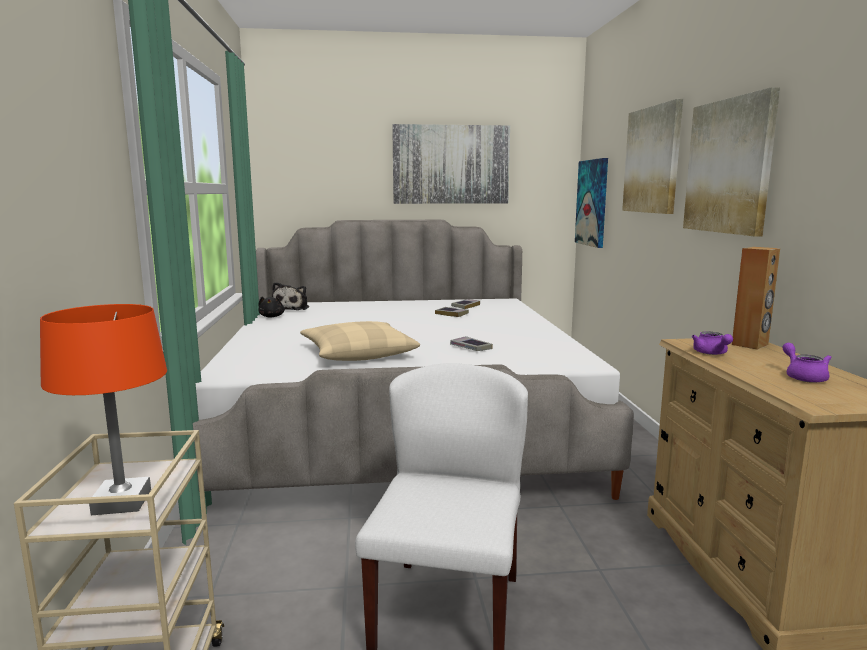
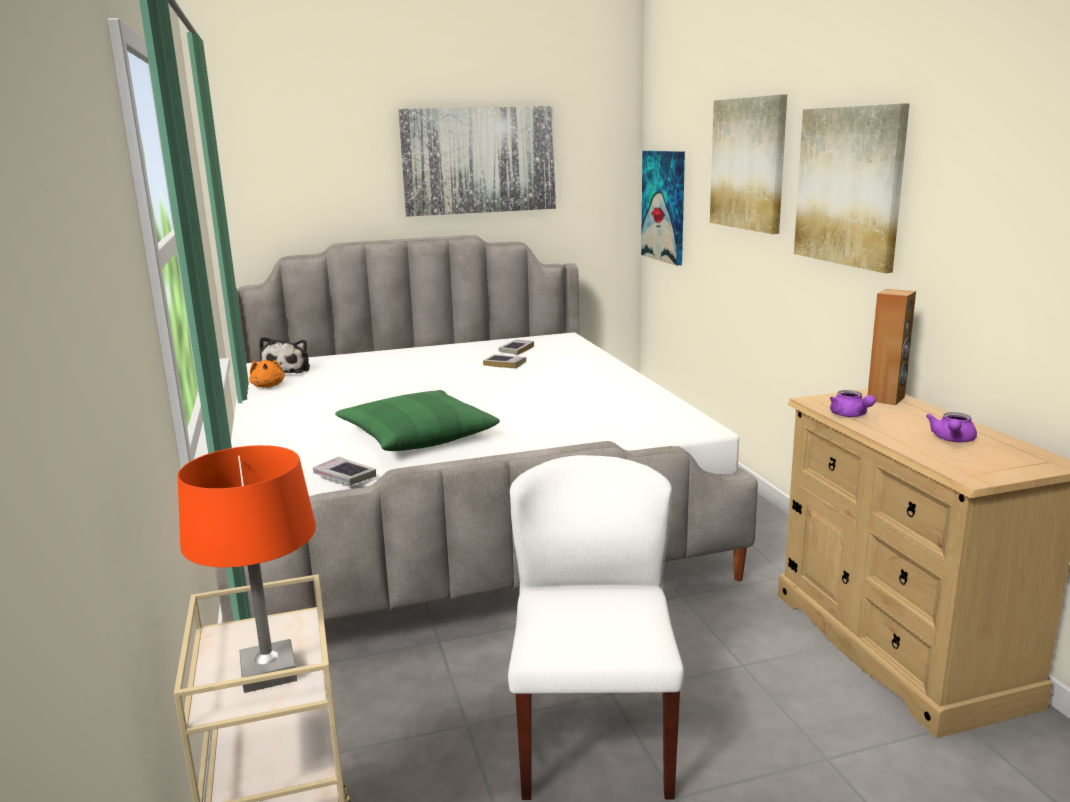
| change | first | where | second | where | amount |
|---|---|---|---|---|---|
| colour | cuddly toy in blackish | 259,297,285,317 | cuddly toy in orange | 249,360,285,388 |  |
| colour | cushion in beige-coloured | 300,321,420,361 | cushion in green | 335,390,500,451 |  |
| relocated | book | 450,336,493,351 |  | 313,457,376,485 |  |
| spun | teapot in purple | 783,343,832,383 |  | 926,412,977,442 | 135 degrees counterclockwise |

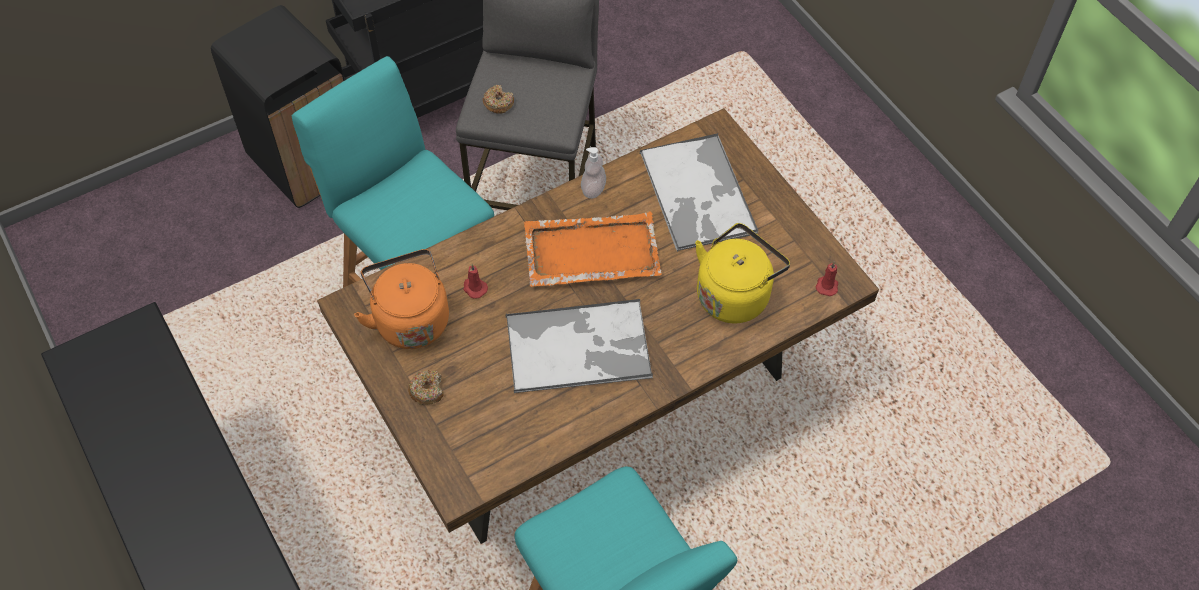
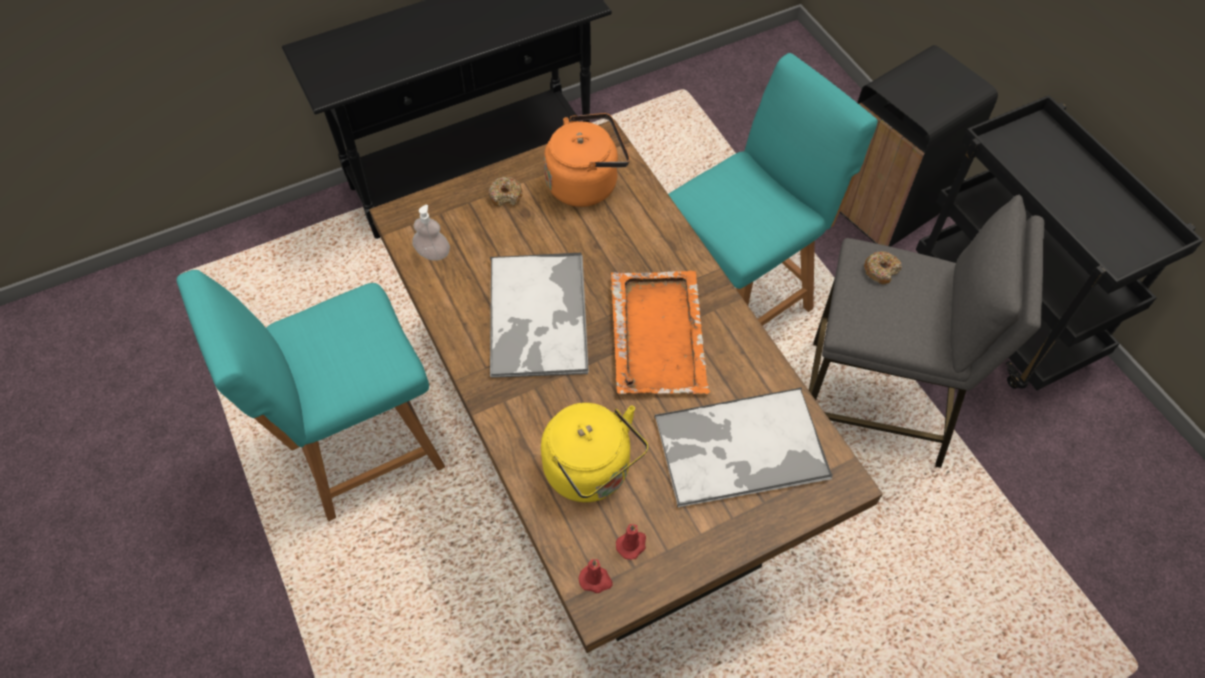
| change | first | where | second | where | amount |
|---|---|---|---|---|---|
| relocated | soap dispenser | 581,147,606,199 |  | 412,205,450,261 |  |
| relocated | wax candle in red | 463,264,488,299 |  | 616,524,646,560 |  |

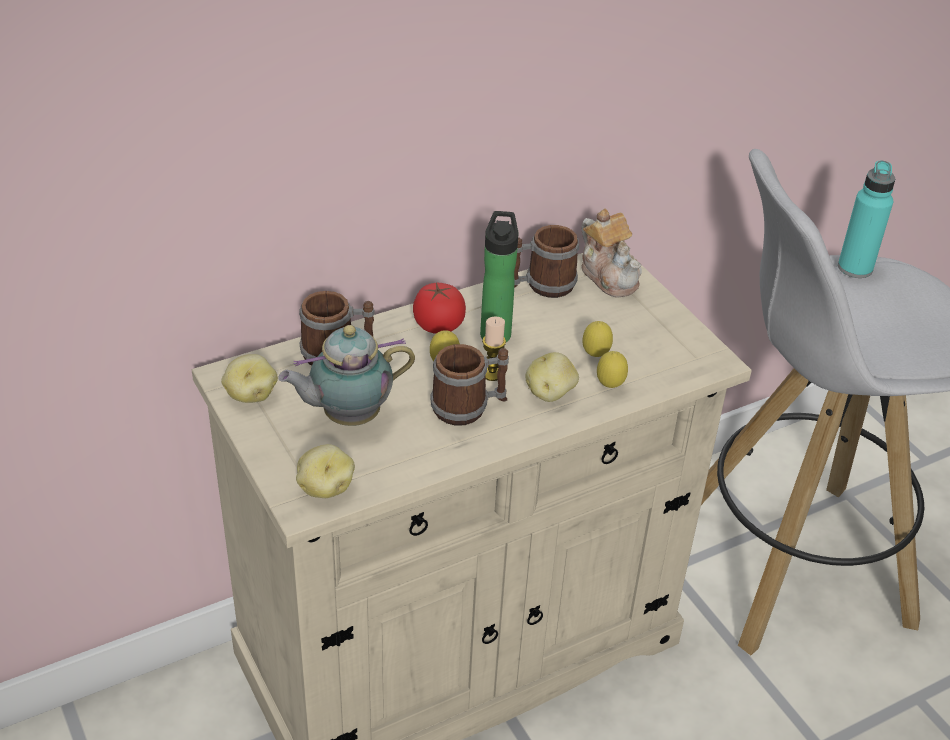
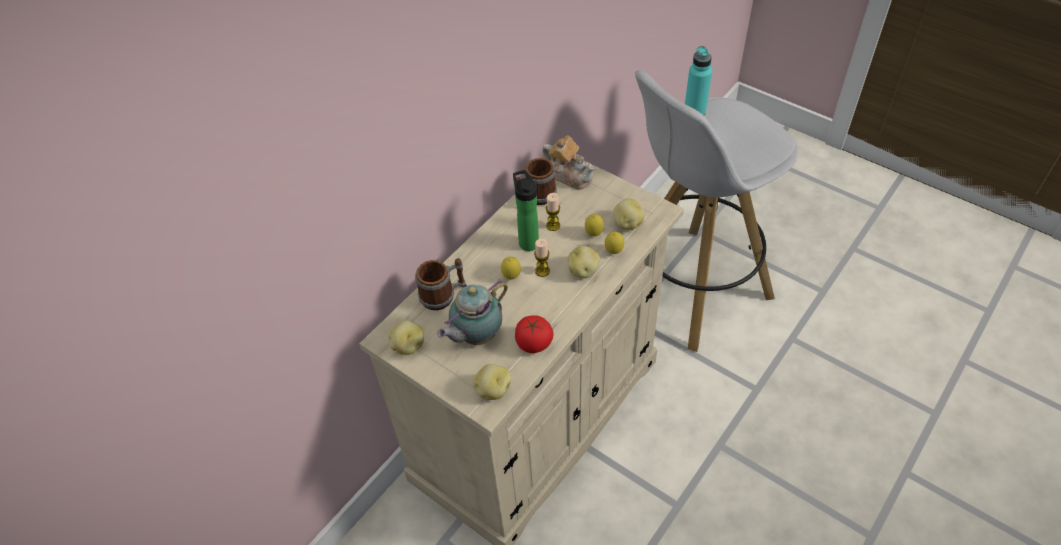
| change | first | where | second | where | amount |
|---|---|---|---|---|---|
| relocated | tomato | 413,283,466,334 |  | 515,315,554,353 |  |
| missing | mug | 431,344,509,426 |  |  |  |
| appeared |  |  | wax candle | 546,193,560,231 |  |
| appeared |  |  | spud | 613,198,645,230 |  |

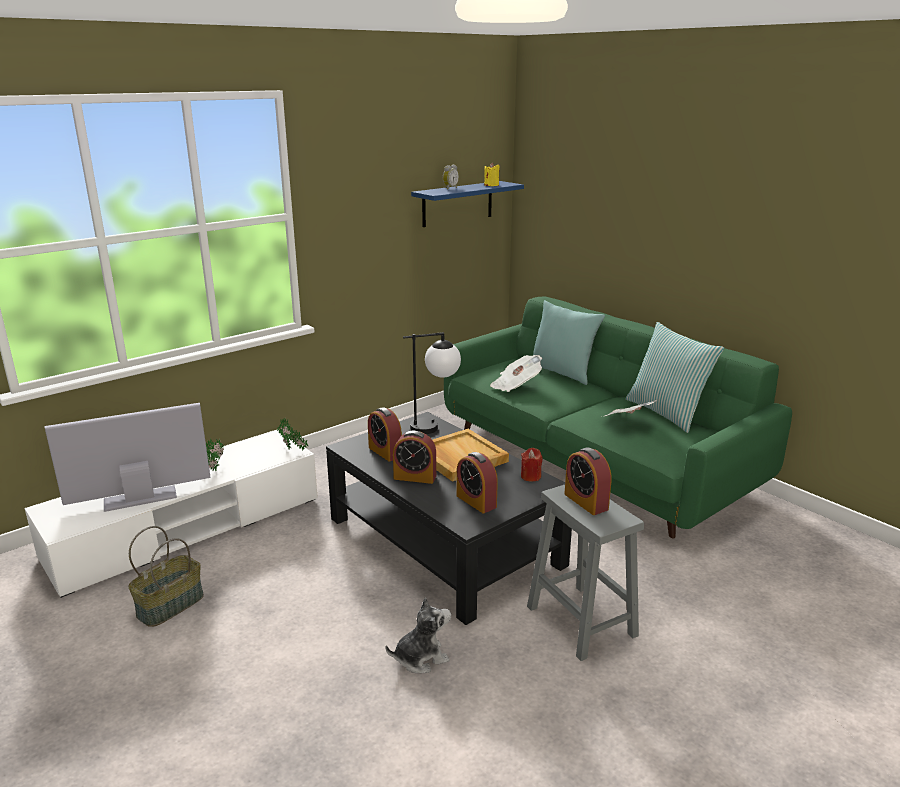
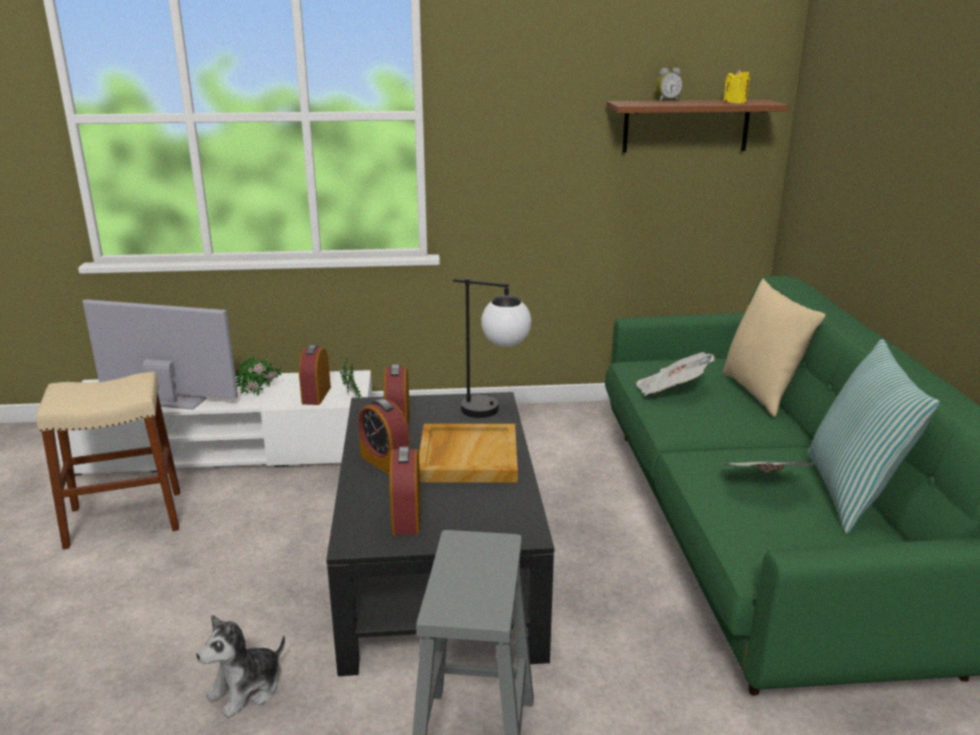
| change | first | where | second | where | amount |
|---|---|---|---|---|---|
| colour | wall shelf in blue-coloured | 411,181,524,227 | wall shelf in brown-coloured | 607,100,789,153 |  |
| colour | cushion in turquoise-coloured | 533,300,605,385 | cushion in beige-coloured | 723,279,825,417 |  |
| missing | wax candle in red | 521,448,543,481 |  |  |  |
| relocated | bedside clock | 565,448,611,515 |  | 299,345,331,405 |  |
| exchanged | basket | 128,526,204,627 | stool seat in beige-coloured | 36,372,180,550 |  |
| spun | cuddly toy | 385,597,451,673 |  | 196,615,285,718 | 120 degrees clockwise |

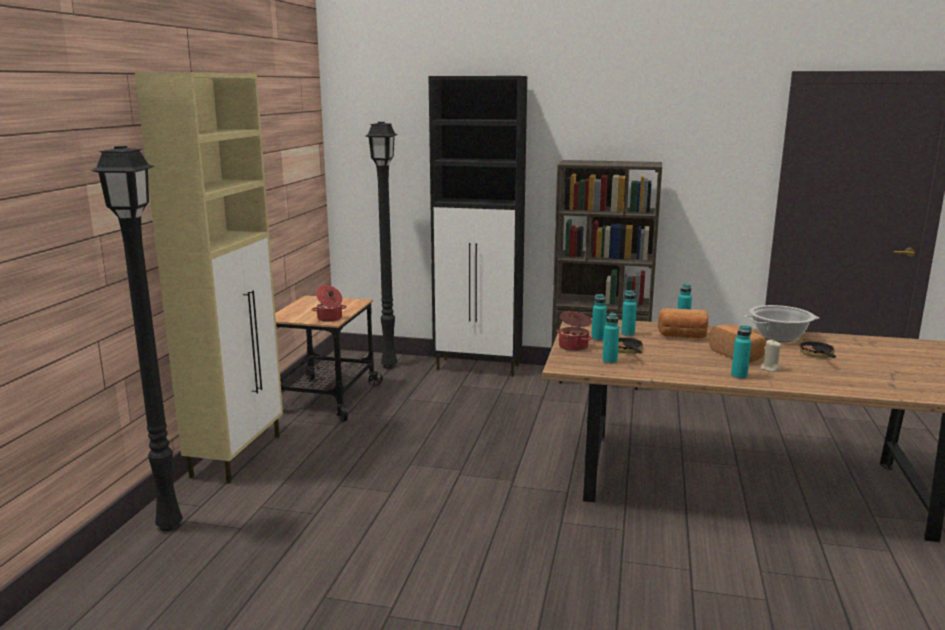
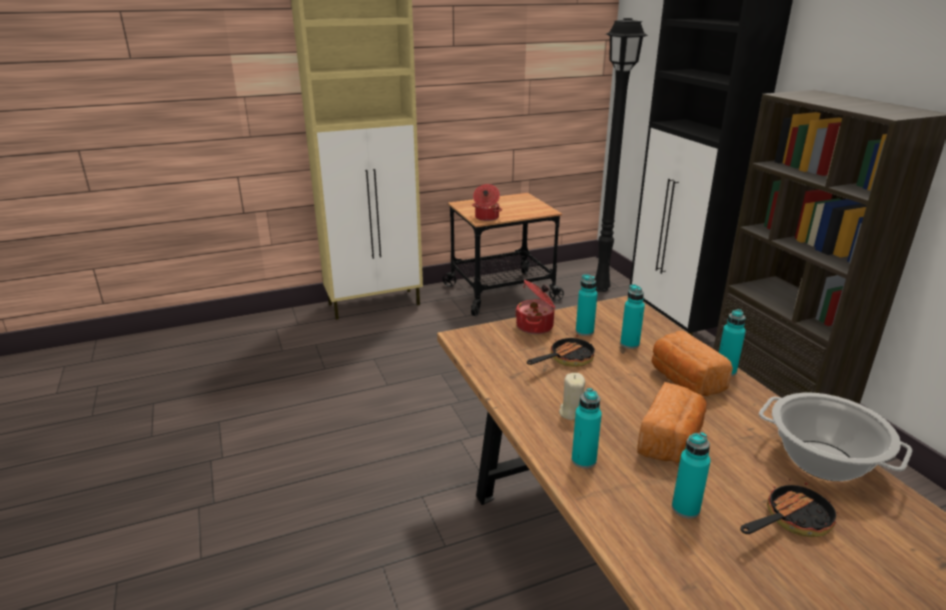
| change | first | where | second | where | amount |
|---|---|---|---|---|---|
| missing | standing lamp in blackish | 91,146,183,531 |  |  |  |
| relocated | beverage bottle in turquoise-coloured | 602,313,619,364 |  | 672,432,711,519 |  |
| relocated | wax candle in beige-coloured | 760,340,782,372 |  | 559,373,585,420 |  |

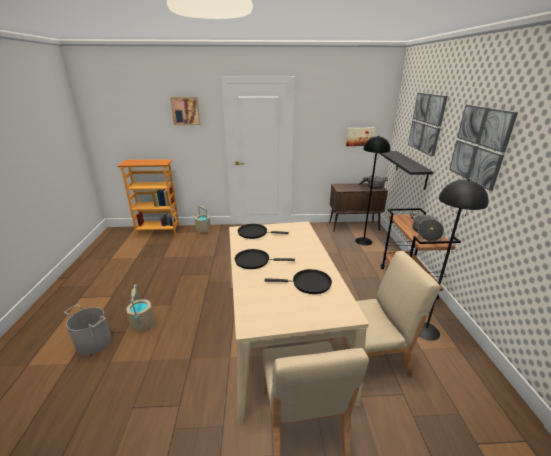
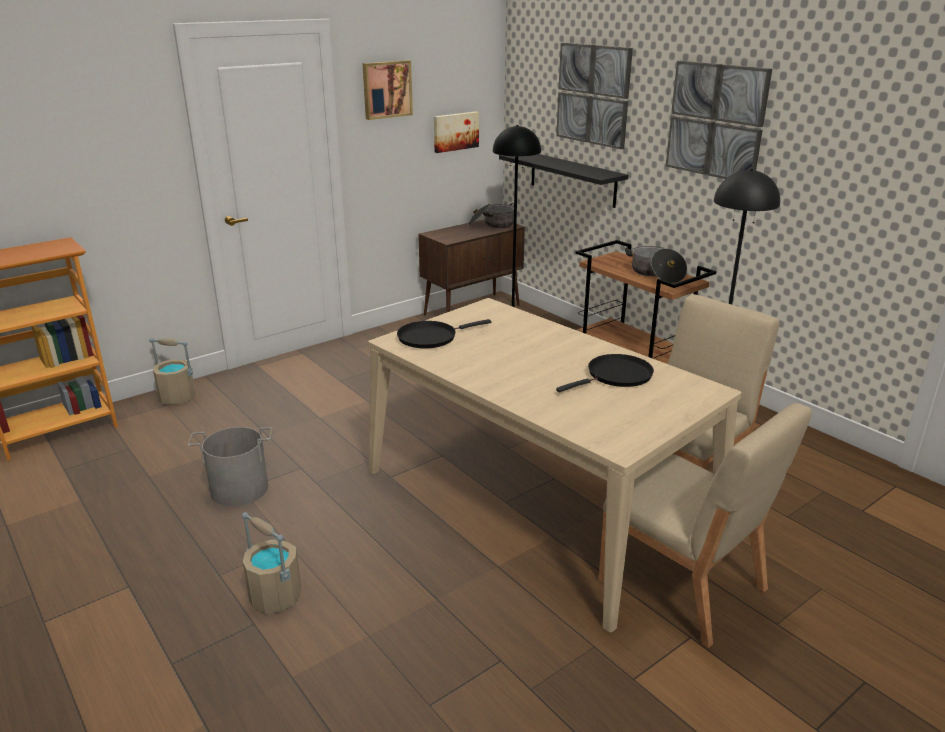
| change | first | where | second | where | amount |
|---|---|---|---|---|---|
| relocated | picture | 170,97,201,125 |  | 362,60,413,120 |  |
| missing | skillet in blackish | 235,249,295,269 |  |  |  |
| relocated | bucket in greyish | 64,305,112,356 |  | 188,427,273,506 |  |

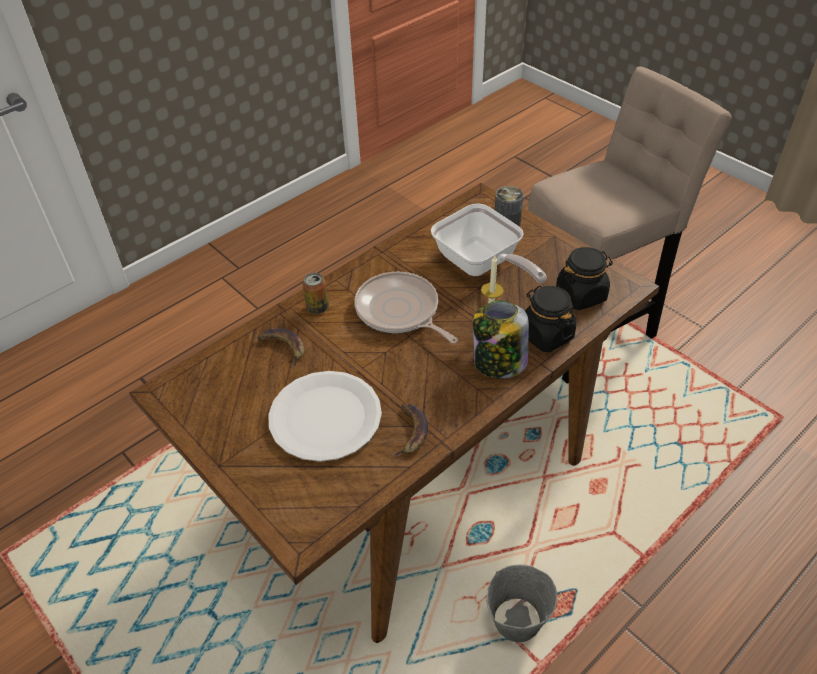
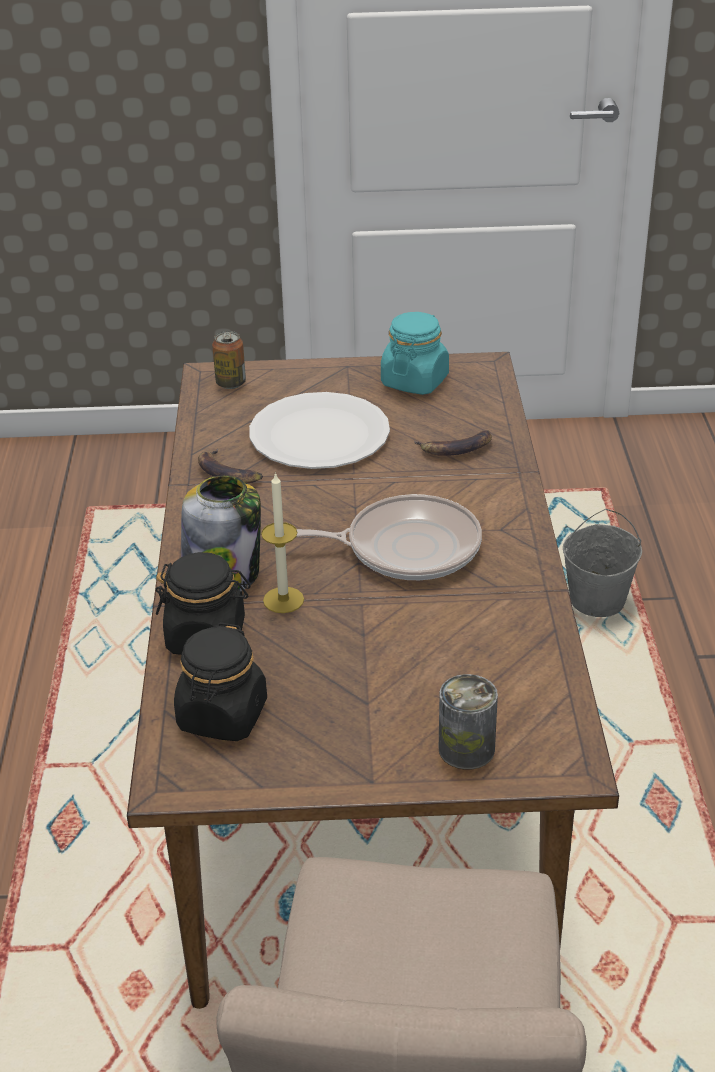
| change | first | where | second | where | amount |
|---|---|---|---|---|---|
| missing | skillet | 431,203,547,283 |  |  |  |
| relocated | can | 302,273,329,314 |  | 212,331,246,389 |  |
| relocated | bucket in greyish | 486,564,557,642 |  | 563,509,642,617 |  |
| appeared |  |  | storage jar in turquoise-coloured | 381,312,449,395 |  |

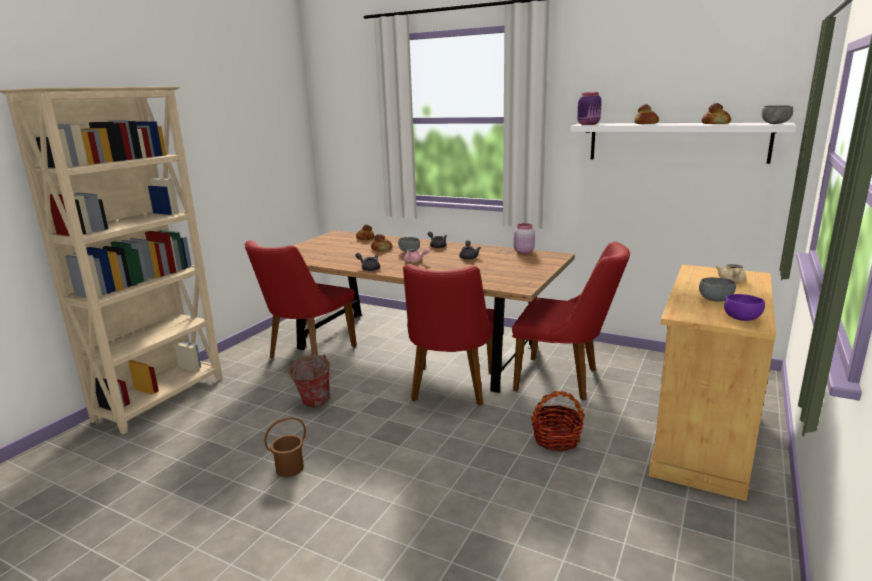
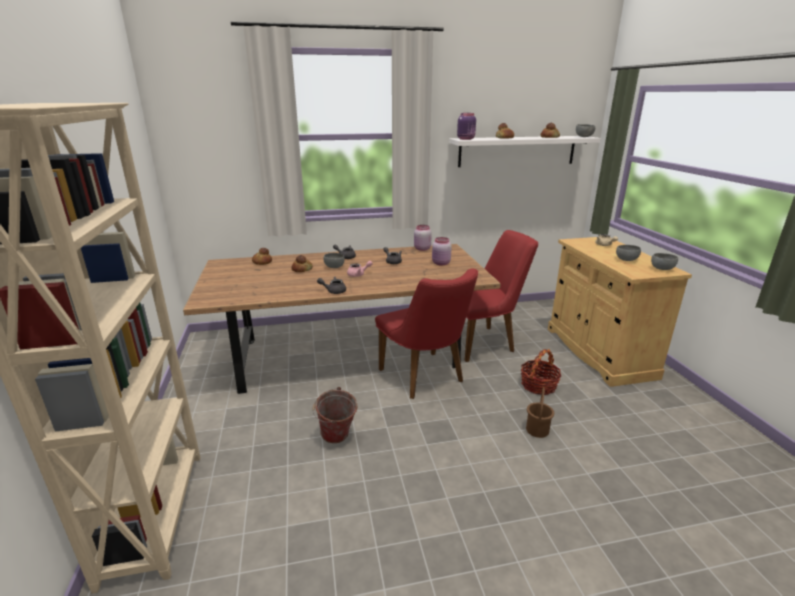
| change | first | where | second | where | amount |
|---|---|---|---|---|---|
| missing | chair in red | 245,240,356,358 |  |  |  |
| colour | bowl in purple | 724,294,765,321 | bowl in greyish | 651,253,678,270 |  |
| relocated | bucket in brown-coloured | 264,417,306,477 |  | 526,387,554,438 |  |
| appeared |  |  | storage jar in pinkish | 432,237,452,265 |  |

